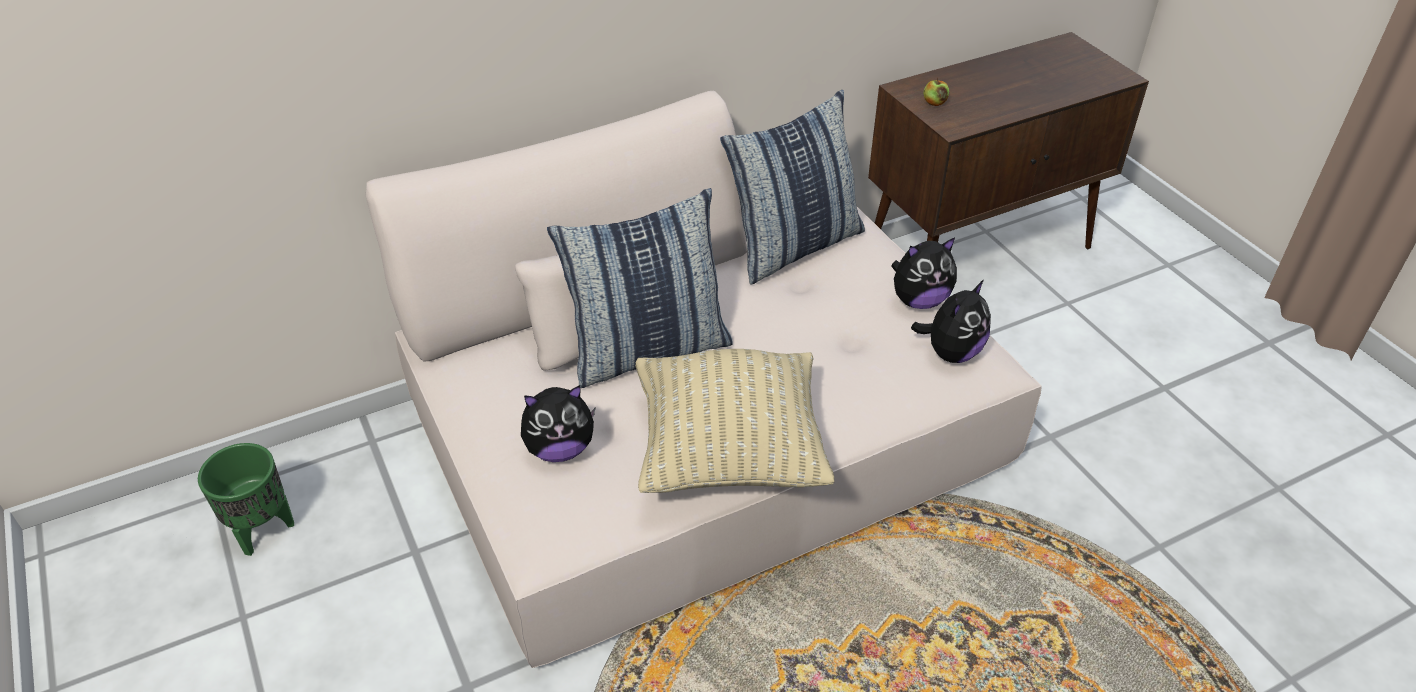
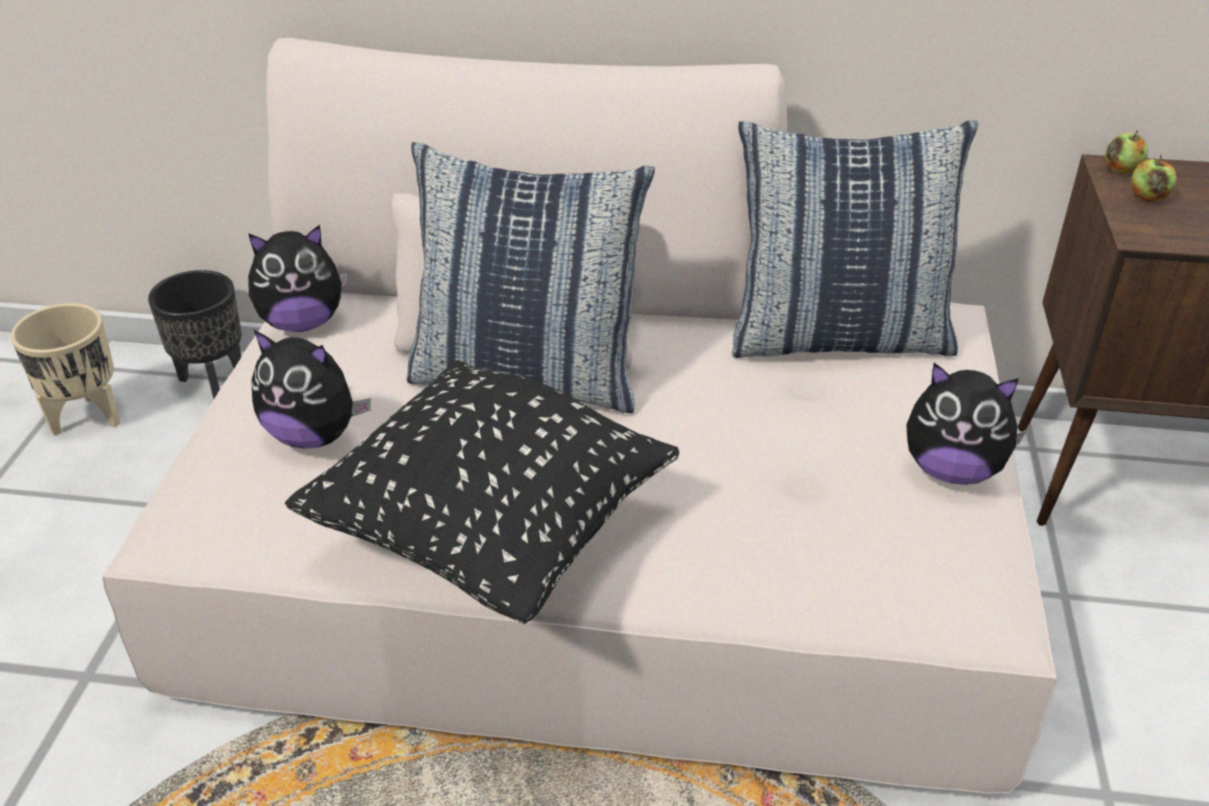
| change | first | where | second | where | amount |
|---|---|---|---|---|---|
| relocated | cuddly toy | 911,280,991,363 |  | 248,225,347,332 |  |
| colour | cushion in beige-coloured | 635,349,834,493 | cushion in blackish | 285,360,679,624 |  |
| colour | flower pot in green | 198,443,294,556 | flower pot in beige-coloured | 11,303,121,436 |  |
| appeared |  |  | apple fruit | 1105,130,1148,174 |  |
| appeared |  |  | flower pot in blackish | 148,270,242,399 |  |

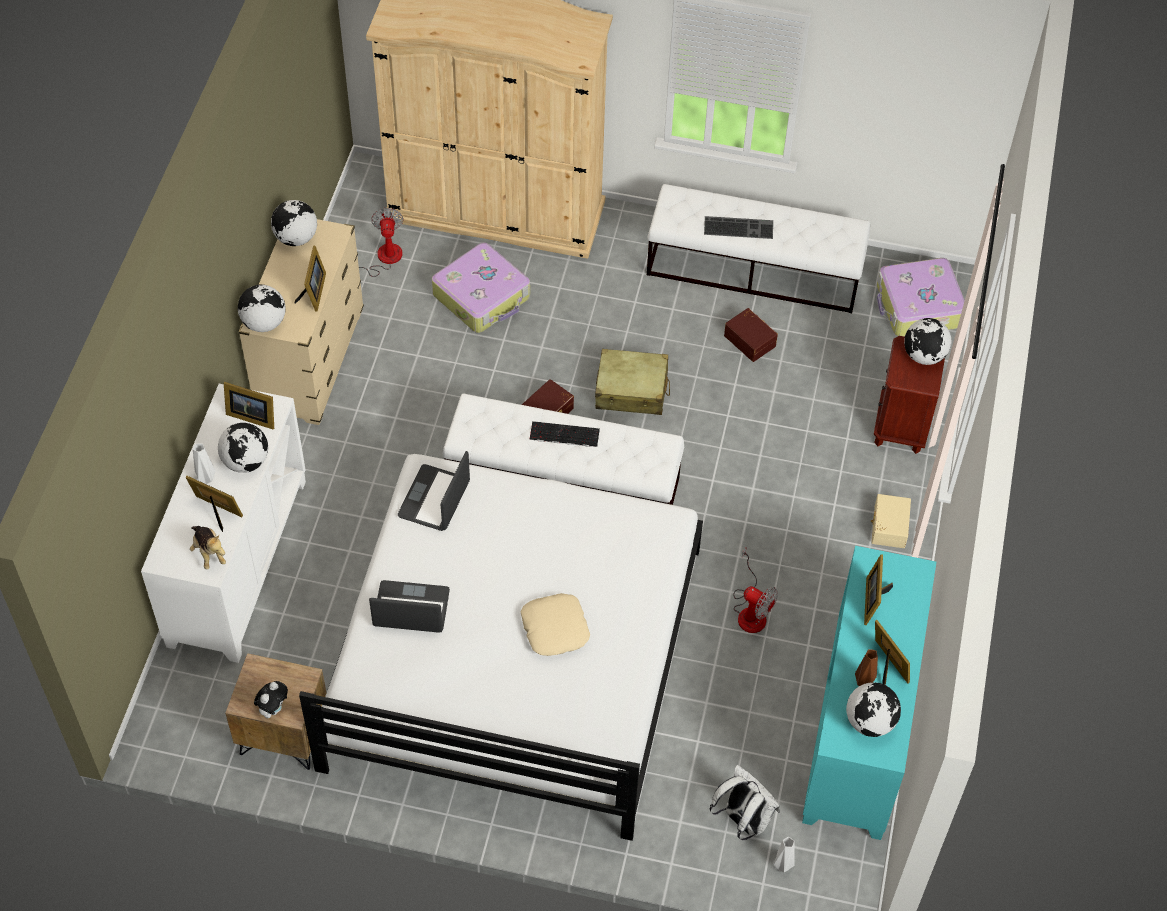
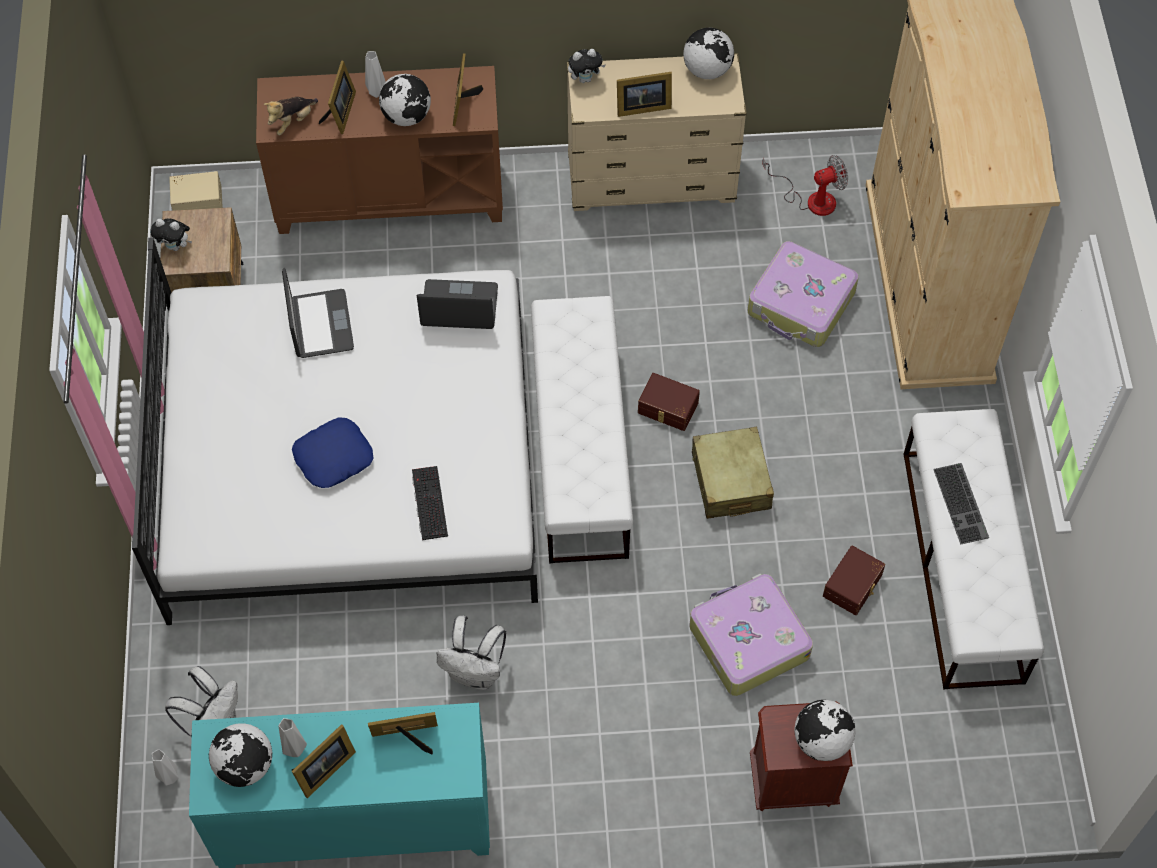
| change | first | where | second | where | amount |
|---|---|---|---|---|---|
| relocated | piece of luggage | 877,258,965,336 |  | 689,573,813,696 |  |
| exchanged | desk globe | 238,285,286,332 | cuddly toy | 568,49,606,83 |  |
| colour | storage cabinet in white-coloured | 141,384,306,663 | storage cabinet in brown-coloured | 256,66,503,234 |  |
| relocated | computer keyboard | 530,421,600,447 |  | 412,466,448,540 |  |
| relocated | storage container in beige-coloured | 871,494,911,548 |  | 169,171,223,211 |  |
| exchanged | fan | 733,548,778,633 | rucksack in white-coloured | 436,615,506,690 |  |
| colour | cushion in beige-coloured | 521,593,590,656 | cushion in blue-coloured | 292,417,374,488 |  |
| colour | flower vase in brown-coloured | 855,649,878,686 | flower vase in greyish | 278,718,307,757 |  |

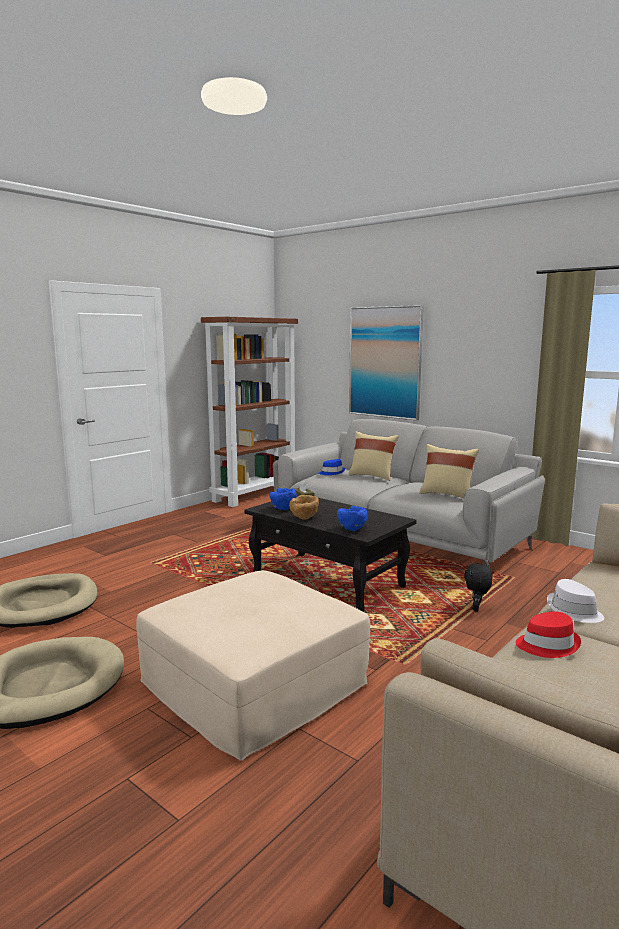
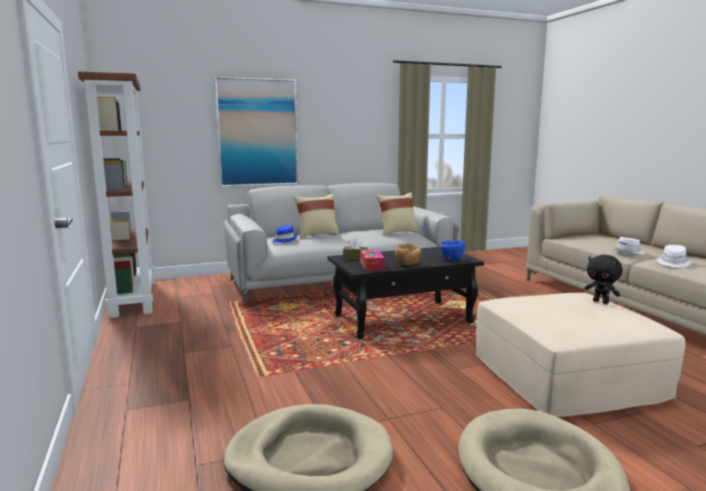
| change | first | where | second | where | amount |
|---|---|---|---|---|---|
| exchanged | bowl in blue-coloured | 269,488,297,510 | box of tissues | 360,250,385,271 |  |
| relocated | cuddly toy in blackish | 464,562,492,612 |  | 585,255,623,304 |  |
| colour | hat in red | 515,611,581,658 | hat in white-coloured | 657,245,690,267 |  |

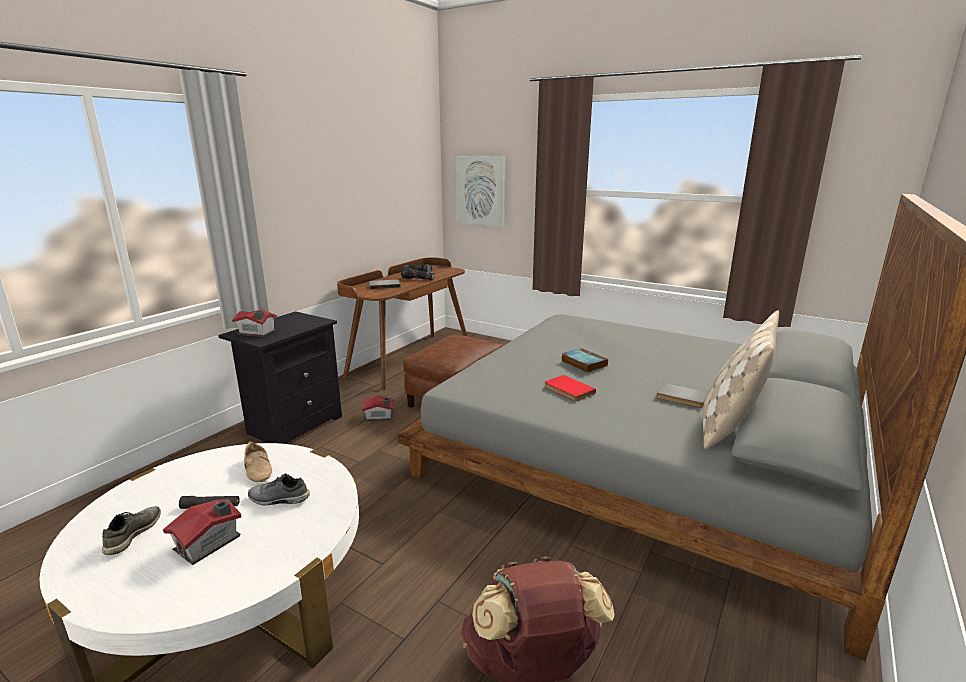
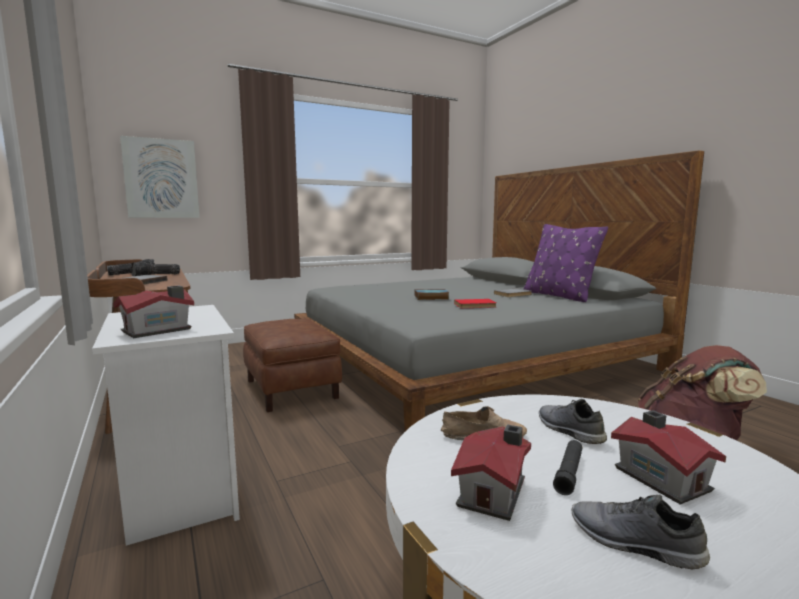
| change | first | where | second | where | amount |
|---|---|---|---|---|---|
| colour | cushion in beige-coloured | 703,310,779,449 | cushion in purple | 523,224,608,302 |  |
| colour | bedside table in blackish | 218,311,342,444 | bedside table in white-coloured | 92,305,240,546 |  |
| relocated | model house | 362,395,394,421 |  | 451,424,531,521 |  |
| spun | shoe in greyish | 248,473,310,505 |  | 539,399,607,444 | 120 degrees clockwise |

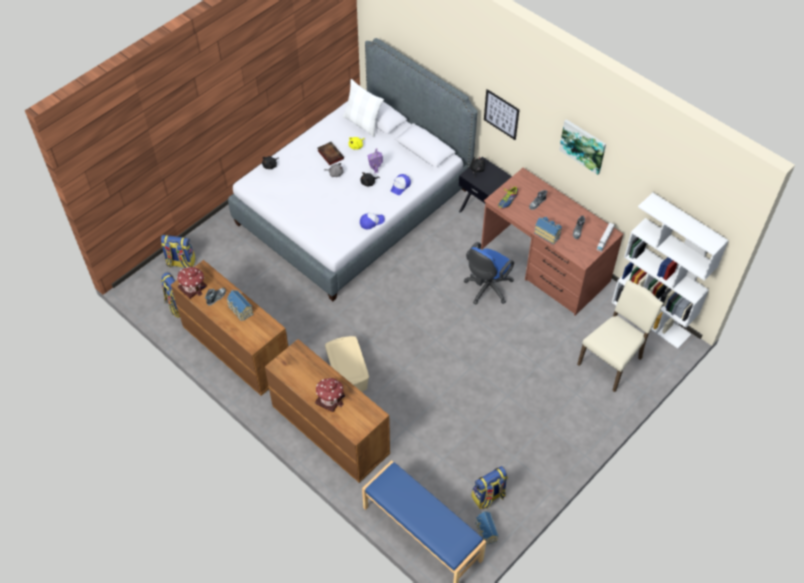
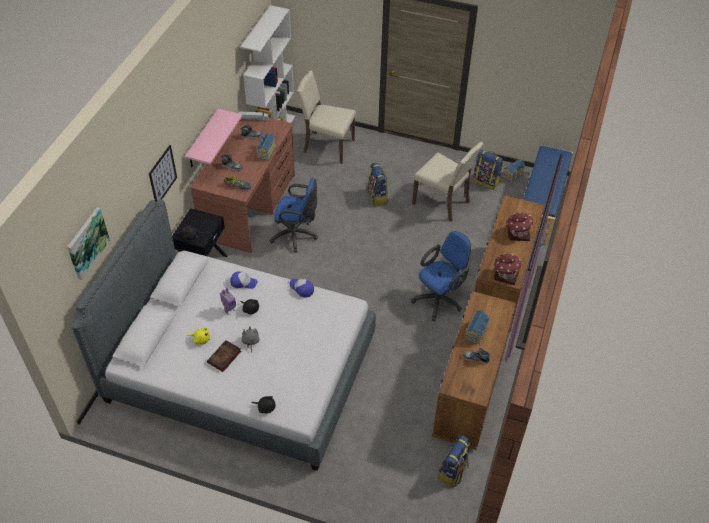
| change | first | where | second | where | amount |
|---|---|---|---|---|---|
| missing | cushion in white-coloured | 343,79,384,137 |  |  |  |
| relocated | picture | 559,119,606,175 |  | 67,207,110,280 |  |
| relocated | rucksack | 161,235,196,268 |  | 367,163,389,207 |  |
| relocated | model house | 177,267,207,299 |  | 493,253,522,285 |  |
| exchanged | storage container in beige-coloured | 325,336,369,392 | computer chair in blue-coloured | 411,231,471,321 |  |
| appeared |  |  | wall shelf in pinkish | 185,109,242,167 |  |
| appeared |  |  | chair in beige-coloured | 412,142,484,222 |  |

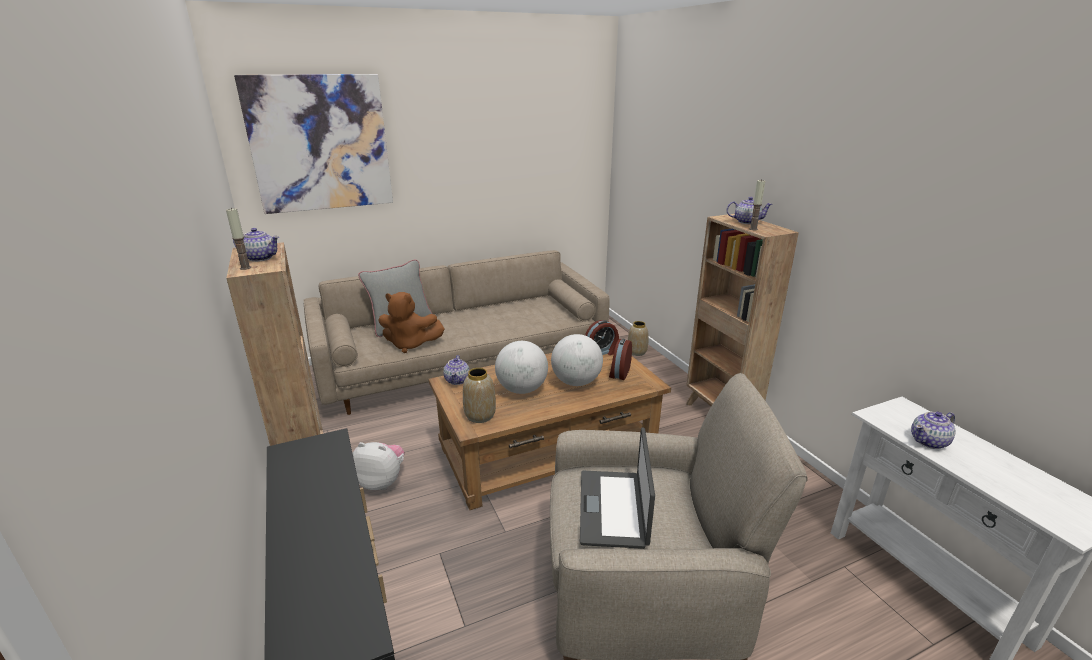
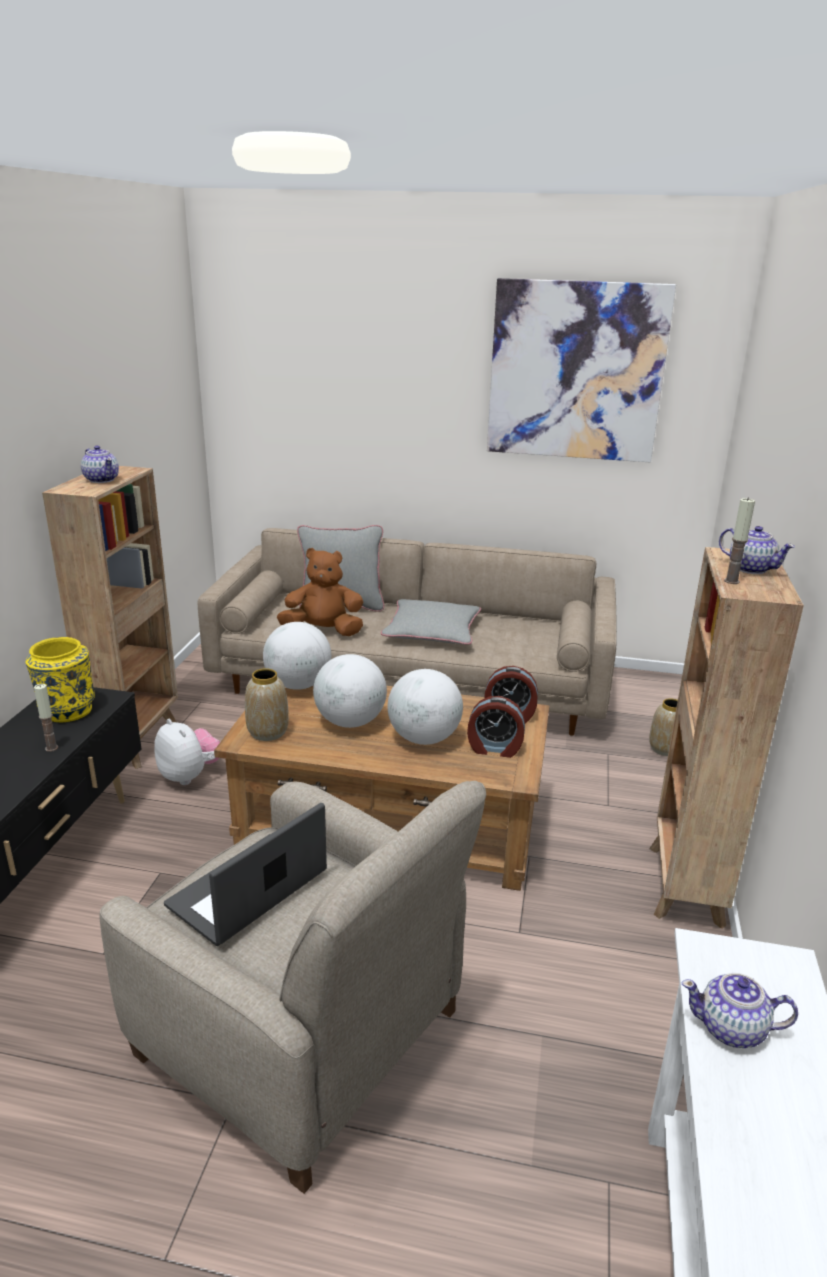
| change | first | where | second | where | amount |
|---|---|---|---|---|---|
| relocated | picture | 234,74,393,214 |  | 487,278,676,462 |  |
| relocated | wax candle | 226,208,251,270 |  | 34,684,58,752 |  |
| spun | cuddly toy in brown-coloured | 378,292,445,353 |  | 277,548,363,636 | 135 degrees clockwise |
| spun | bedside clock | 609,339,632,380 |  | 467,696,525,758 | 135 degrees counterclockwise |
| exchanged | teapot | 443,355,470,385 | desk globe | 263,622,331,690 |  |
| appeared |  |  | cushion in greyish | 381,599,481,645 |  |
| appeared |  |  | flower vase in yellowish | 26,637,95,722 |  |

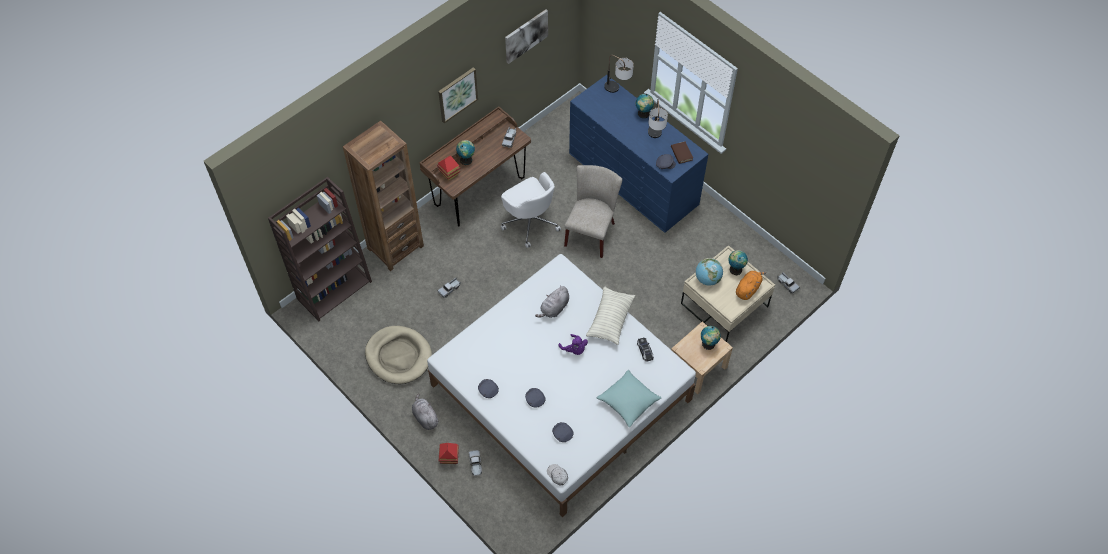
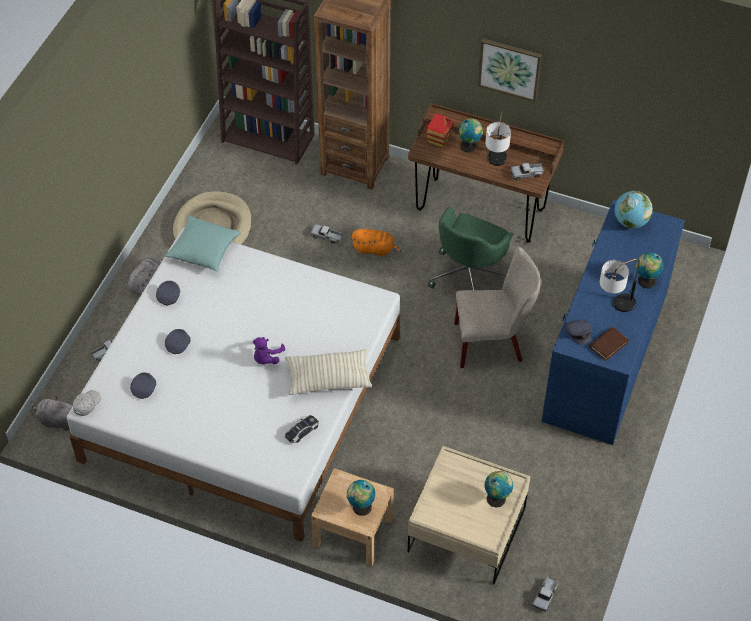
| change | first | where | second | where | amount |
|---|---|---|---|---|---|
| missing | picture | 505,9,548,64 |  |  |  |
| relocated | lamp for a table | 604,55,634,93 |  | 485,111,511,166 |  |
| colour | computer chair in white-coloured | 501,172,561,248 | computer chair in green | 428,207,513,290 |  |
| relocated | desk globe | 696,258,723,286 |  | 615,191,653,228 |  |
| relocated | cuddly toy in orange | 736,271,766,300 |  | 352,229,401,257 |  |
| relocated | cuddly toy in greyish | 535,286,569,318 |  | 31,397,73,431 |  |
| relocated | cushion in turquoise-coloured | 597,370,661,427 |  | 165,216,241,272 |  |
| missing | model house | 439,443,459,464 |  |  |  |

